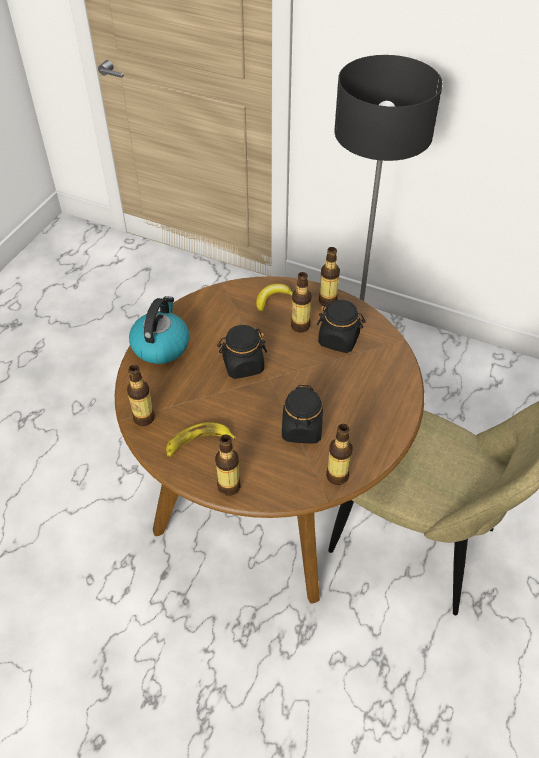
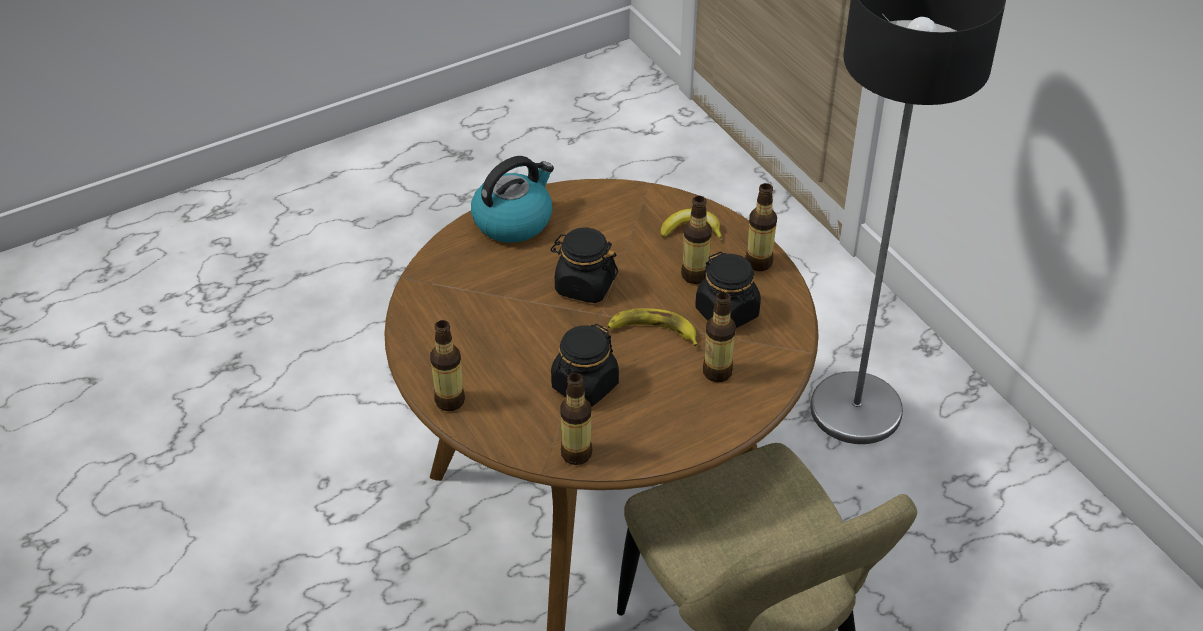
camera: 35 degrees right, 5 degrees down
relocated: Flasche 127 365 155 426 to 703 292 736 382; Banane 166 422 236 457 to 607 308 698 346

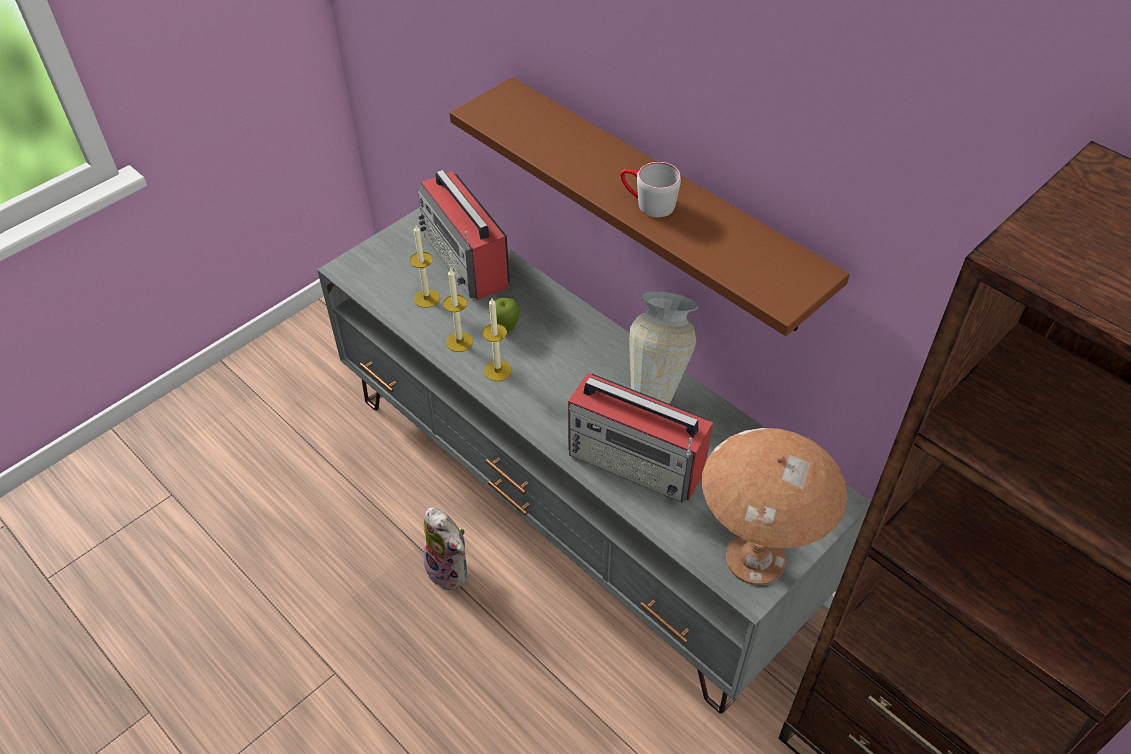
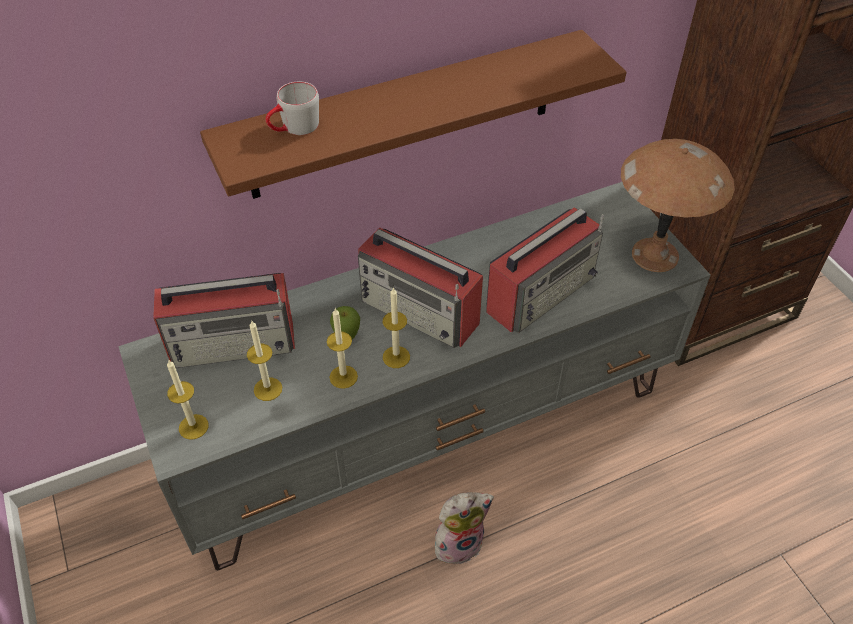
camera: 70 degrees left, 0 degrees up
missing: Vase 629 291 698 404
appeared: Kerze 167 359 209 440; Radio 358 227 483 348
relocated: Henkelbecher (grau) 620 162 681 218 to 266 82 319 135

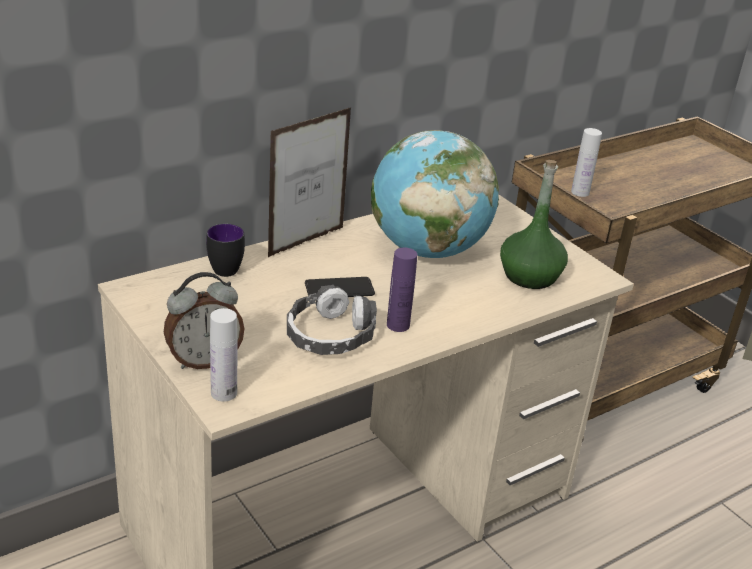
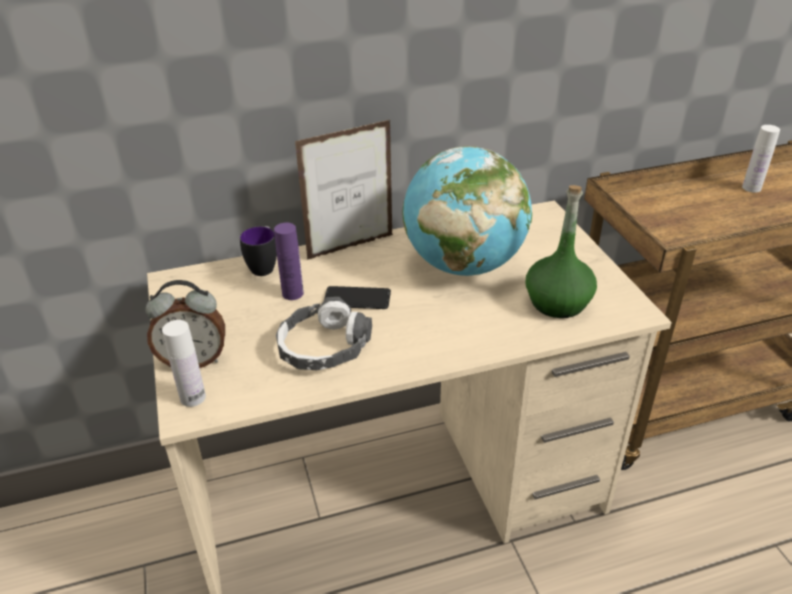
camera: 20 degrees right, 5 degrees up
relocated: Flasche (lila) 387 248 417 332 to 274 223 304 300; Flasche (weiß) 571 128 602 197 to 742 125 780 193

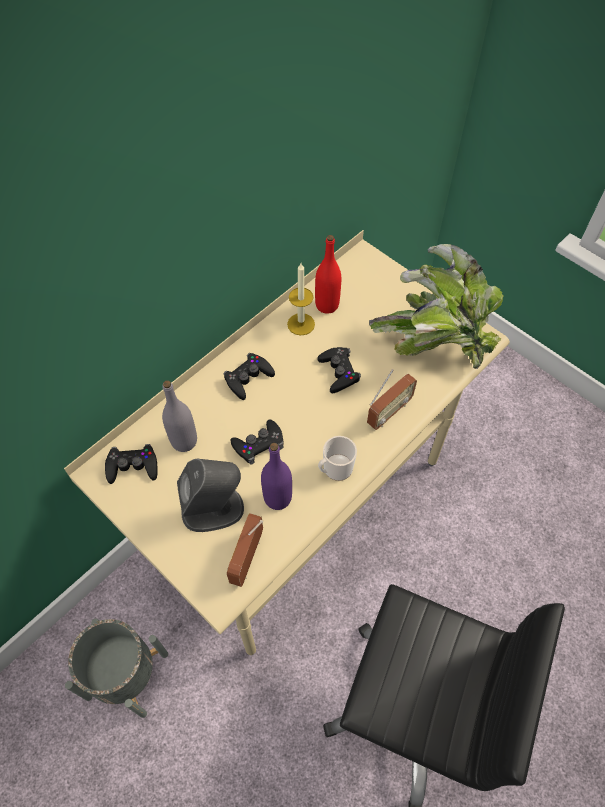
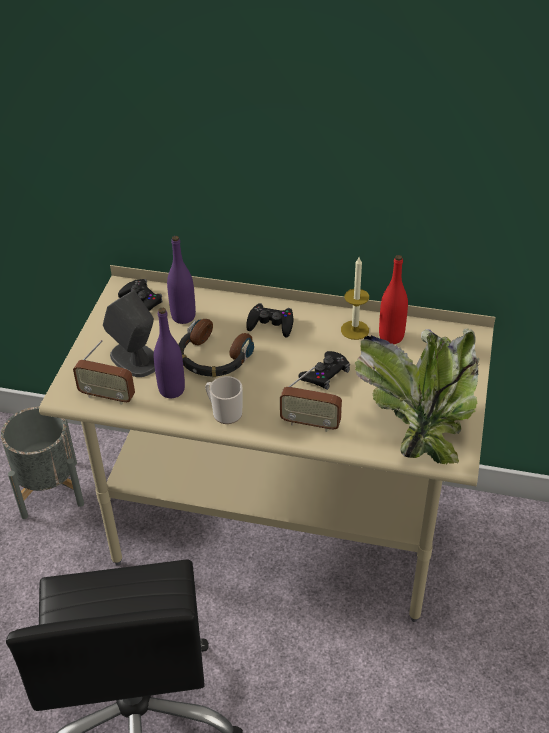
camera: 60 degrees right, 15 degrees down
exchanged: Gamepad (schwarz) 230 419 284 465 to Kopfhörer 179 319 254 377
colour: Flasche (grau) 162 380 197 452 to Flasche (lila) 167 236 196 324
spun: Radio 227 513 263 587 = 73 340 135 405 150 degrees counterclockwise

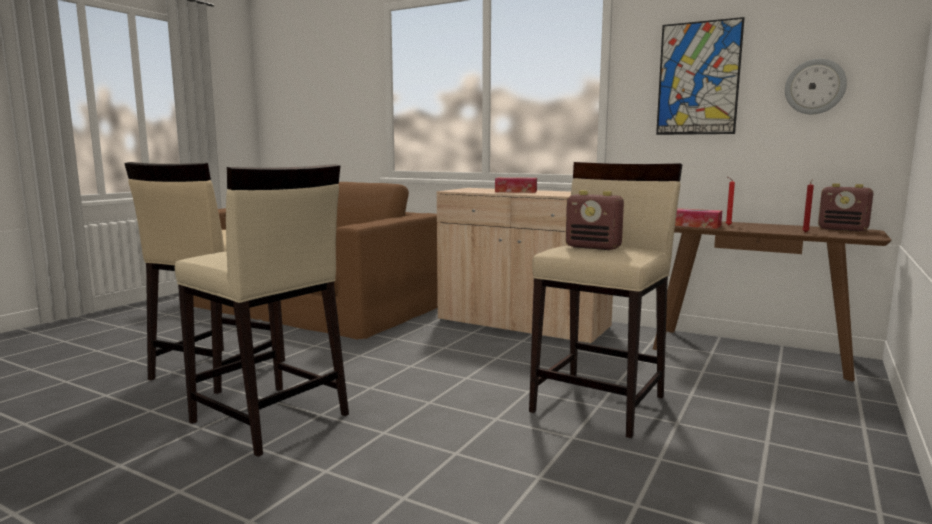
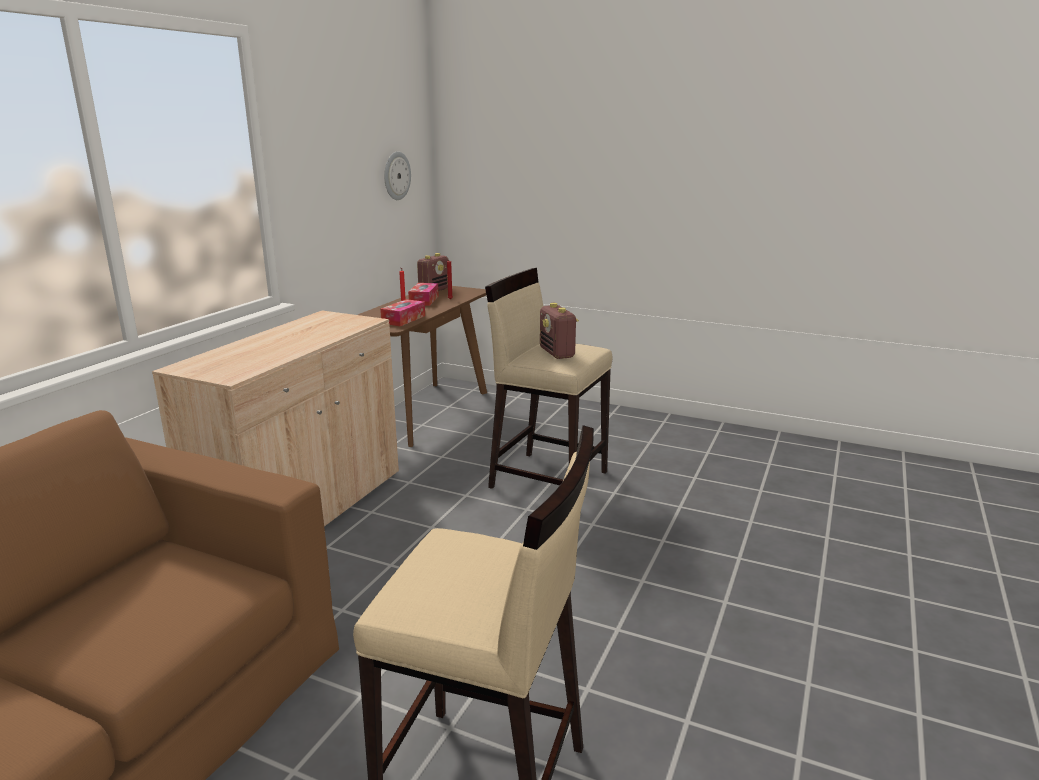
camera: 95 degrees left, 10 degrees up
missing: Hocker (beige) 175 164 349 457; Bild 656 17 745 135
relocated: Taschentuchbox 495 177 537 193 to 408 283 439 306
spun: Radio 566 190 624 250 = 540 303 579 359 135 degrees clockwise

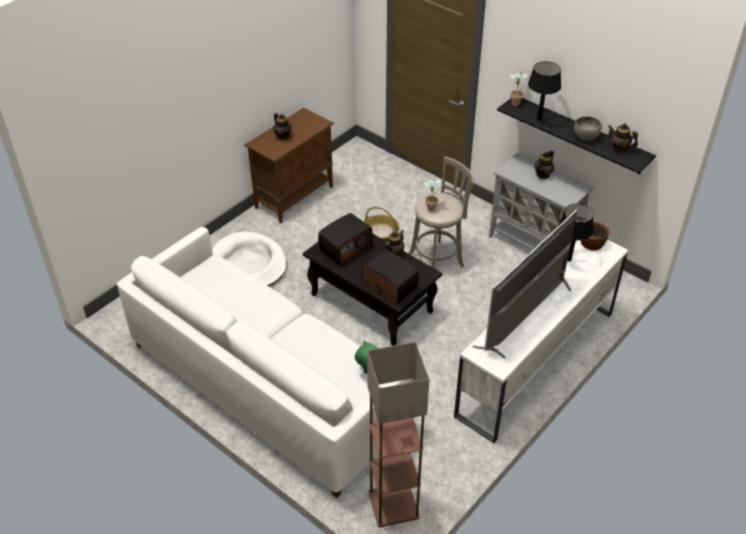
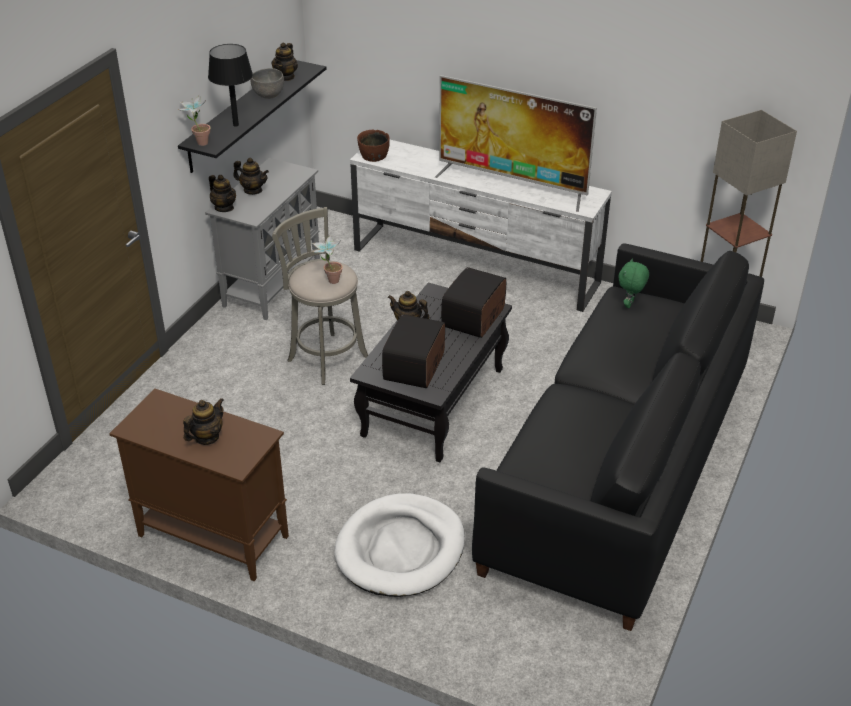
camera: 105 degrees left, 5 degrees down
missing: Korb 364 207 399 240; Tischlampe (schwarz) 558 204 594 262
appeared: Teekanne 209 175 236 212
colour: Sofa (weiß) 117 227 415 498 to Sofa (schwarz) 472 243 764 631
spun: Radio 318 213 373 266 = 382 314 445 388 105 degrees counterclockwise

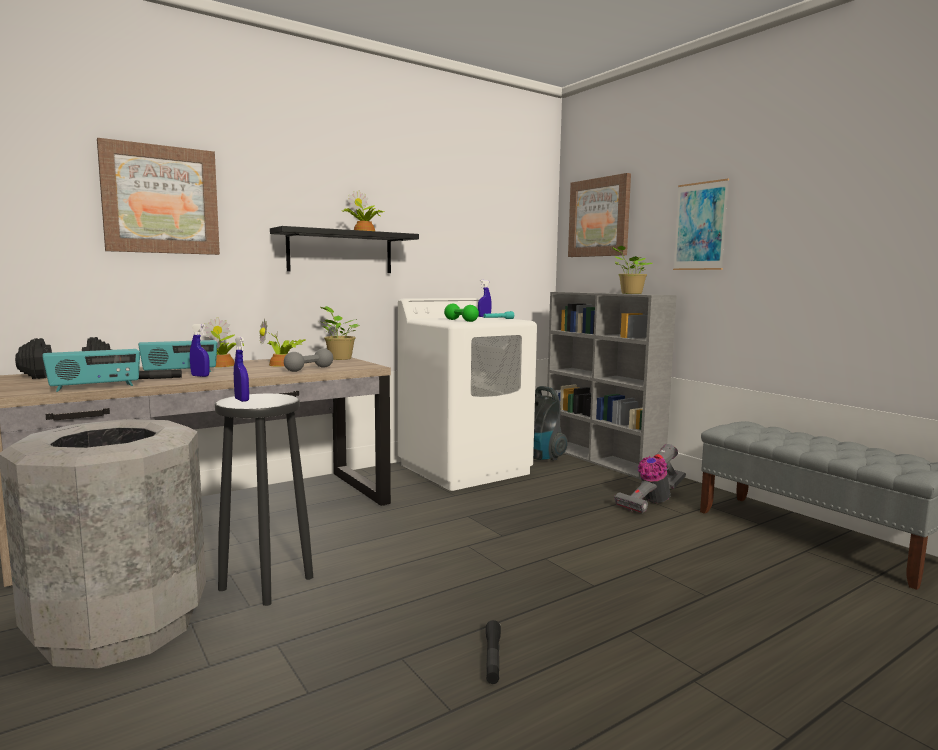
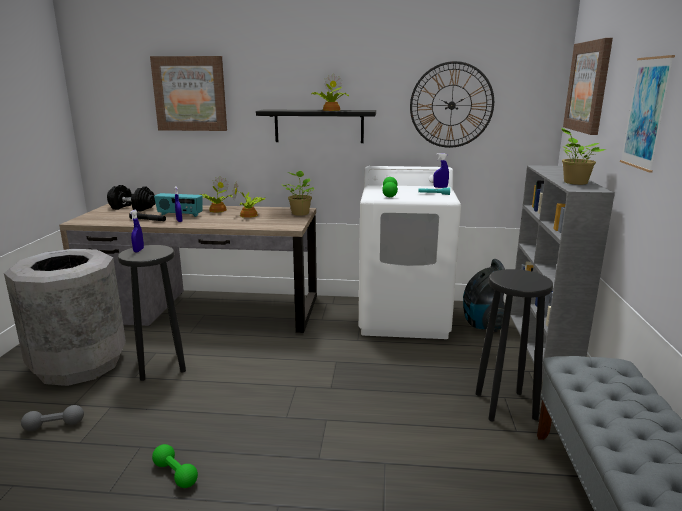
camera: 40 degrees right, 10 degrees up
missing: Radio 42 349 140 392
appeared: Wanduhr 410 61 494 148
relocated: Hantel (grau) 284 348 333 372 to 21 405 84 431
exchanged: Taschenlampe (schwarz) 486 620 501 684 to Hantel (grün) 152 444 198 488; Staubsauger 614 444 686 513 to Hocker (schwarz) 476 269 553 422

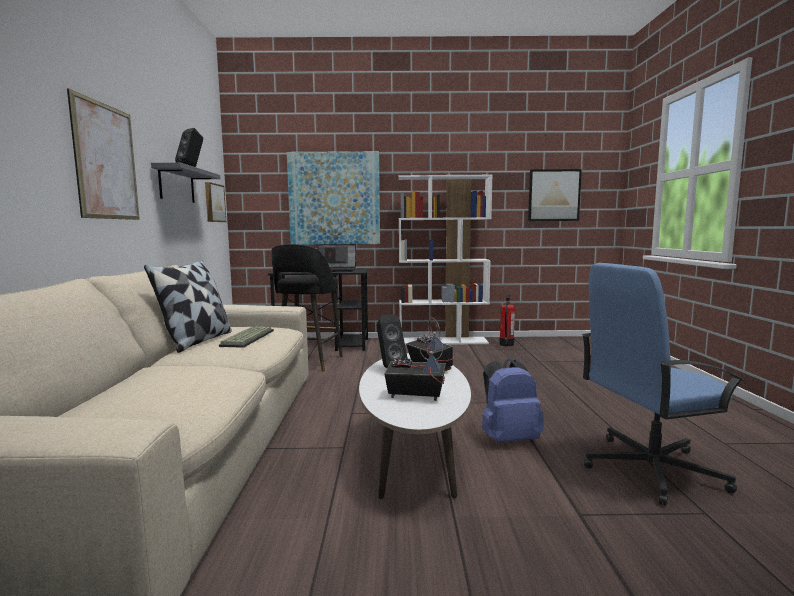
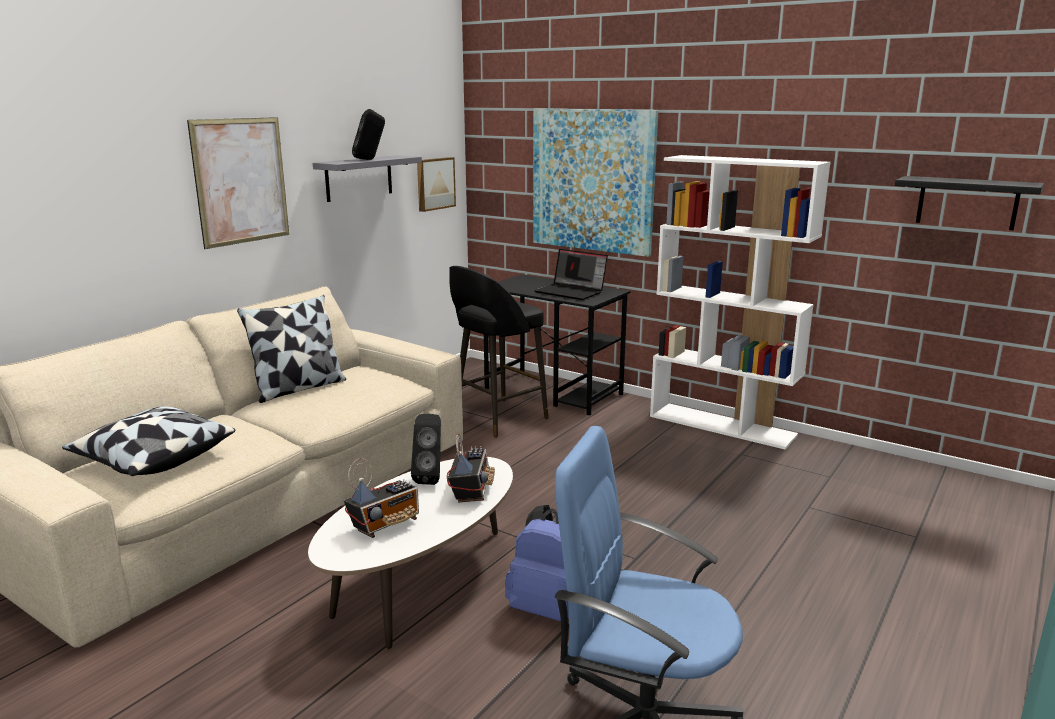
camera: 35 degrees right, 10 degrees up
missing: Tastatur 219 326 274 348; Feuerlöscher 500 293 515 346
appeared: Kissen 62 406 235 476
exchanged: Bild 528 169 582 221 to Wandregal (schwarz) 895 176 1044 230
spun: Radio 384 335 446 401 = 344 458 419 538 90 degrees clockwise

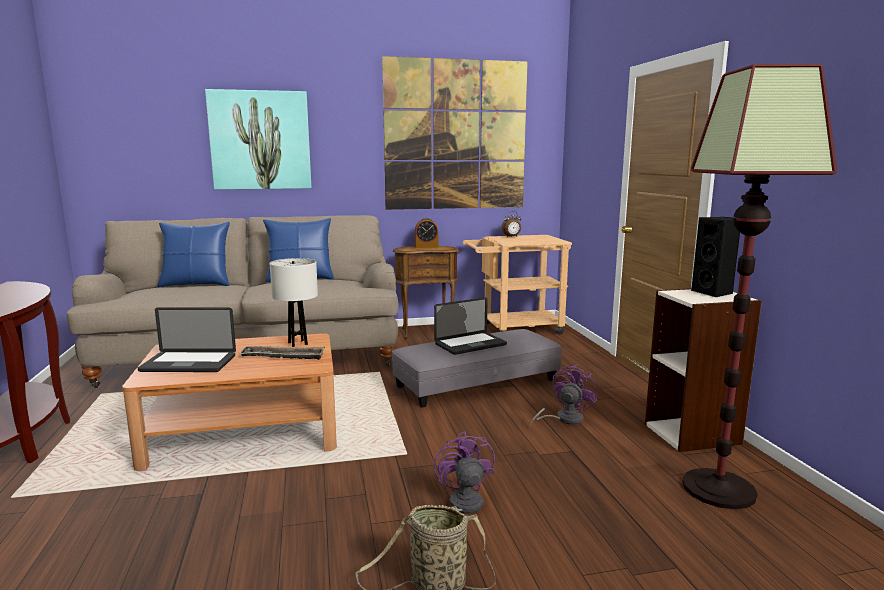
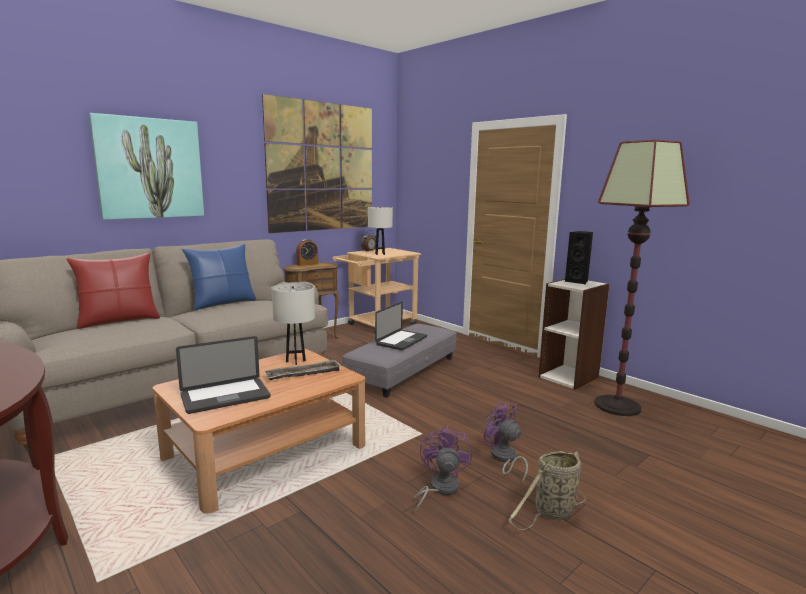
camera: 30 degrees left, 0 degrees up
appeared: Tischlampe (weiß) 368 207 393 255
relocated: Ventilator (lila) 529 364 597 426 to 413 426 473 513
colour: Kissen (blau) 157 222 230 287 to Kissen (rot) 67 253 160 329

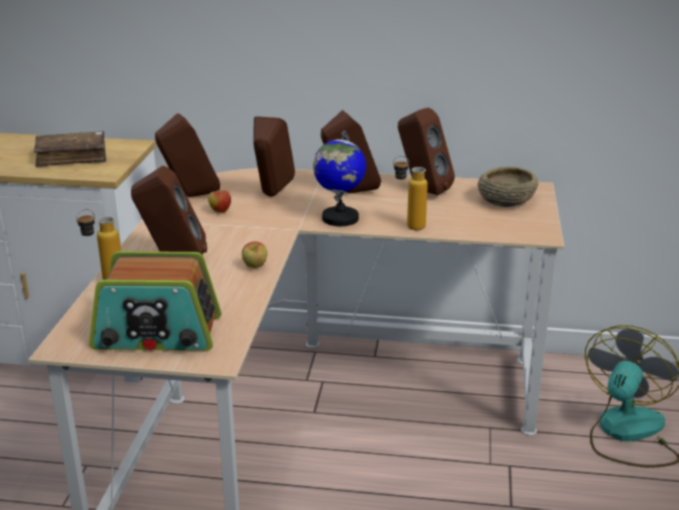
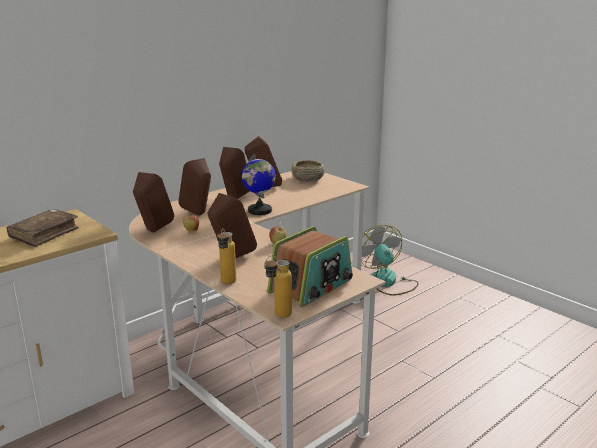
camera: 50 degrees left, 5 degrees down
relocated: Flasche 393 156 428 230 to 264 255 292 318

